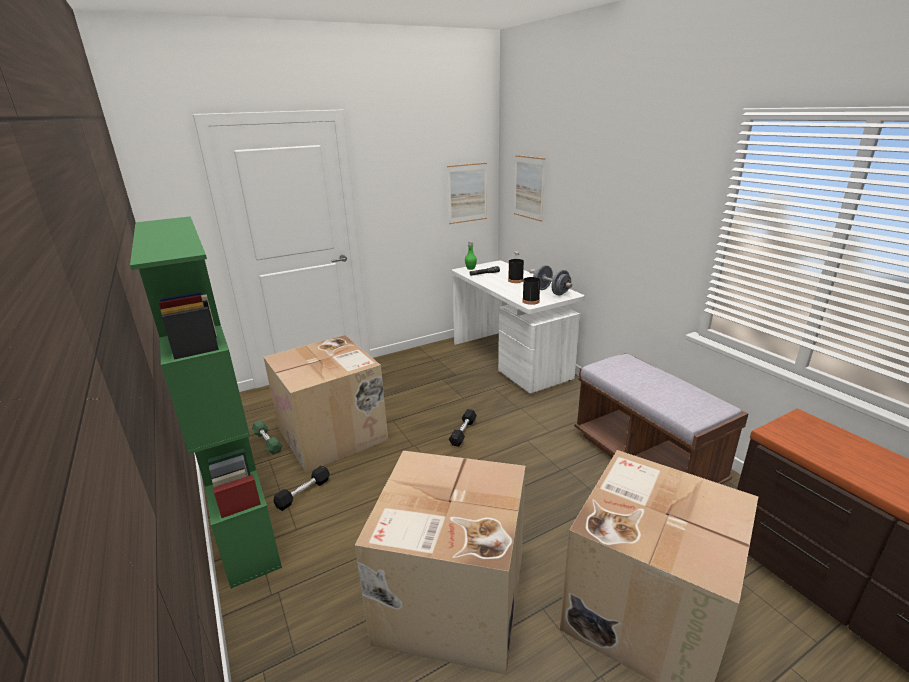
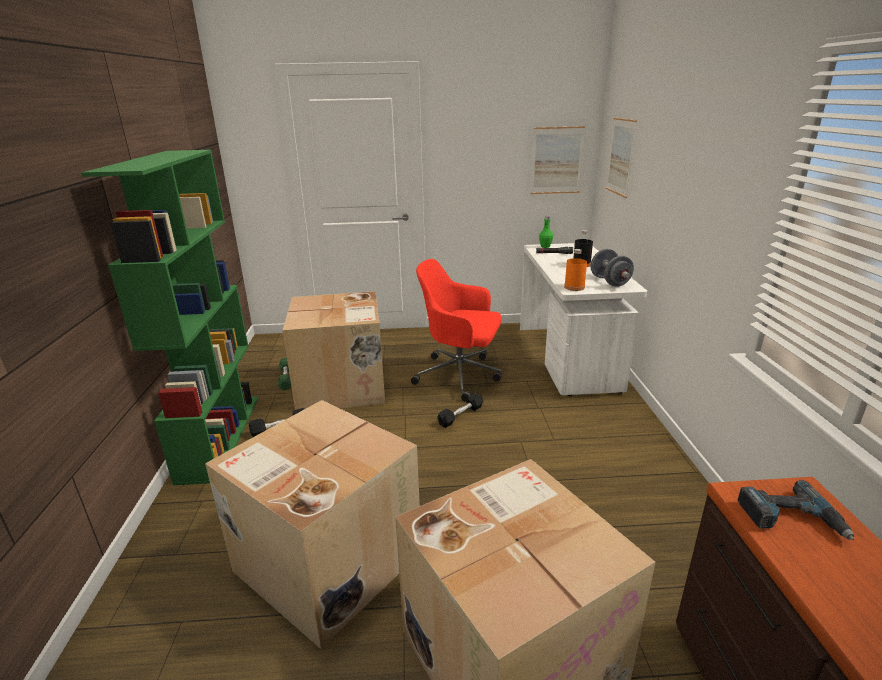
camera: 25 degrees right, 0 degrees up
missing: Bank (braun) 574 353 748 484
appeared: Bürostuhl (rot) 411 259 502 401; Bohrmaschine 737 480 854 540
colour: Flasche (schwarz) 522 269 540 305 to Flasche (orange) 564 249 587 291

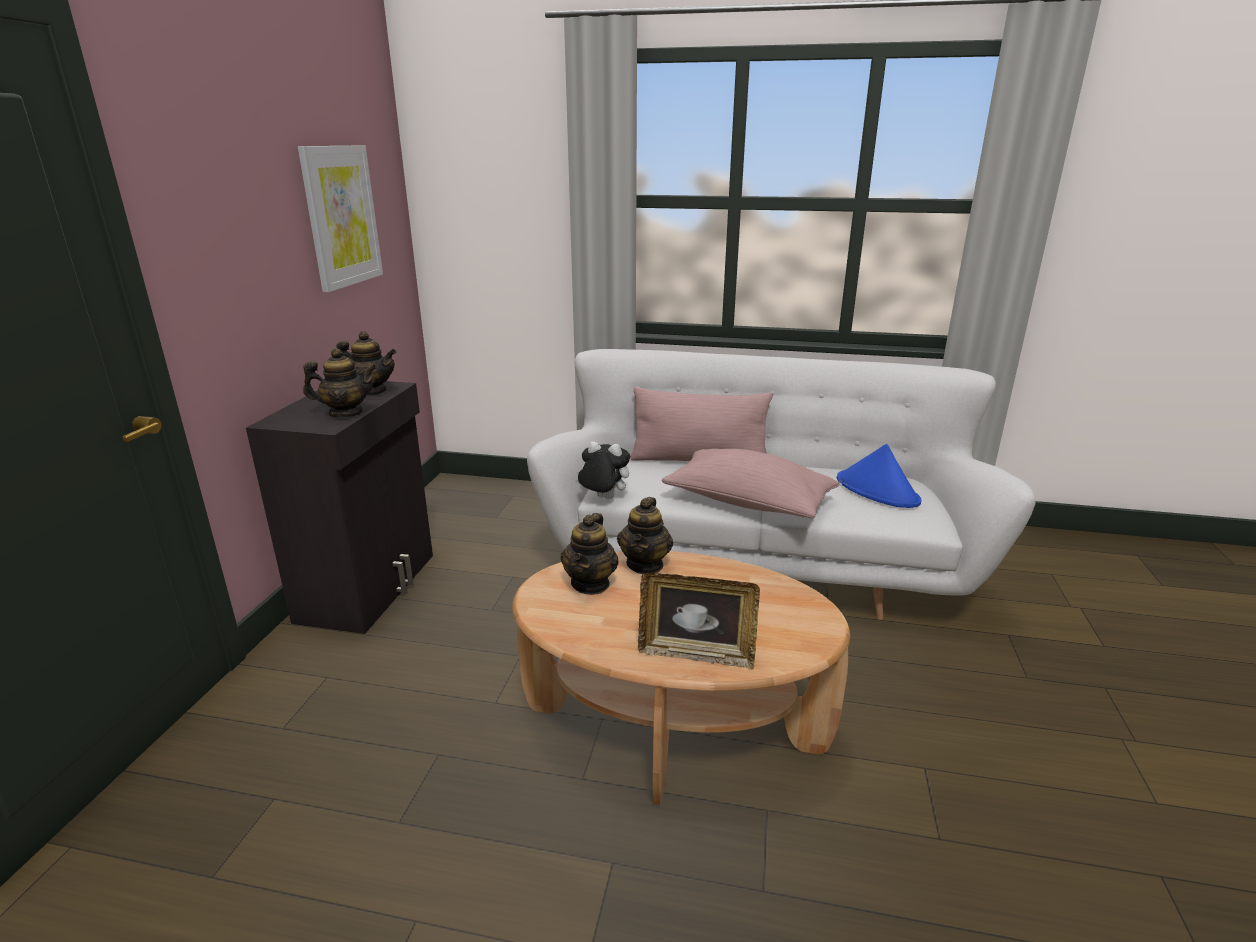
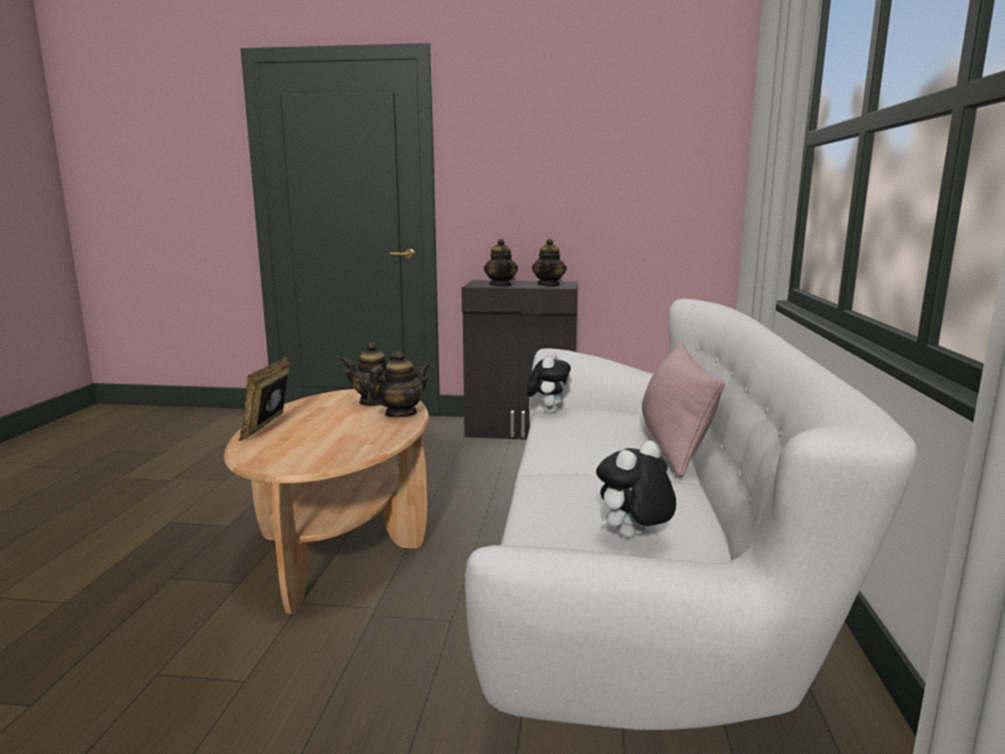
camera: 85 degrees right, 10 degrees down
missing: Bild 298 146 383 292; Kissen (rosa) 662 449 839 518
exchanged: Hut (blau) 837 444 921 508 to Plüschtier 596 441 676 538
spun: Teekanne 617 497 673 574 = 367 351 430 417 135 degrees clockwise

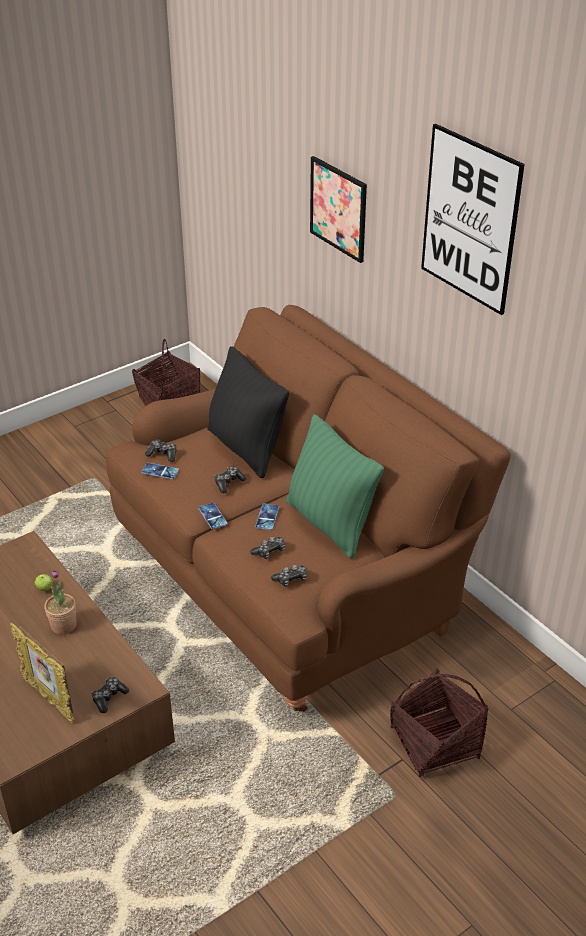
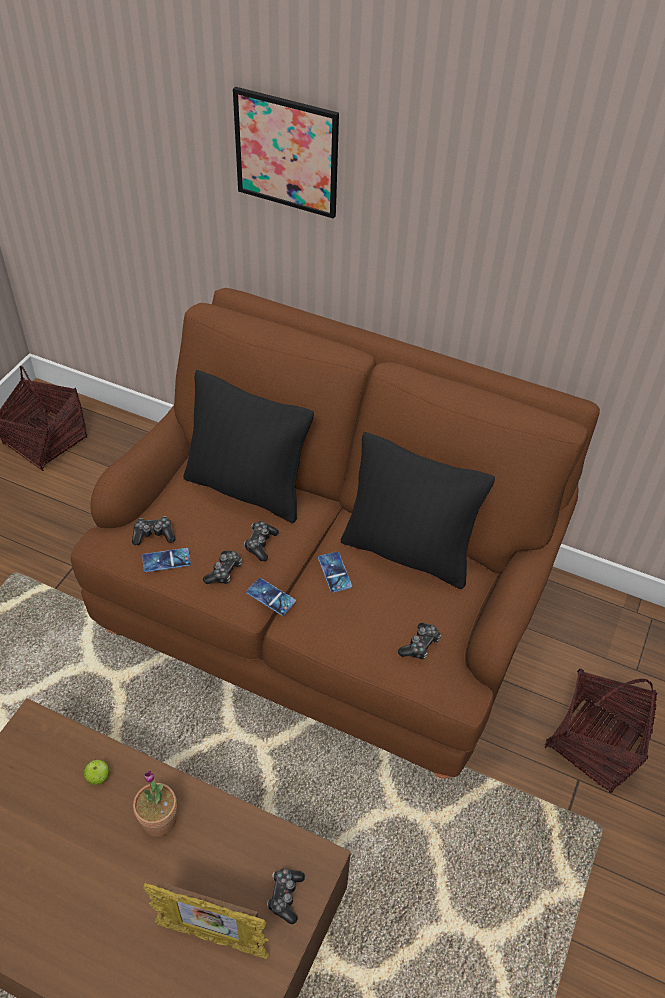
camera: 30 degrees left, 10 degrees up
missing: Bild 421 124 525 315
relocated: Gamepad 250 537 285 559 to 203 551 242 584
colour: Kissen (grün) 286 414 384 558 to Kissen (schwarz) 341 432 495 589

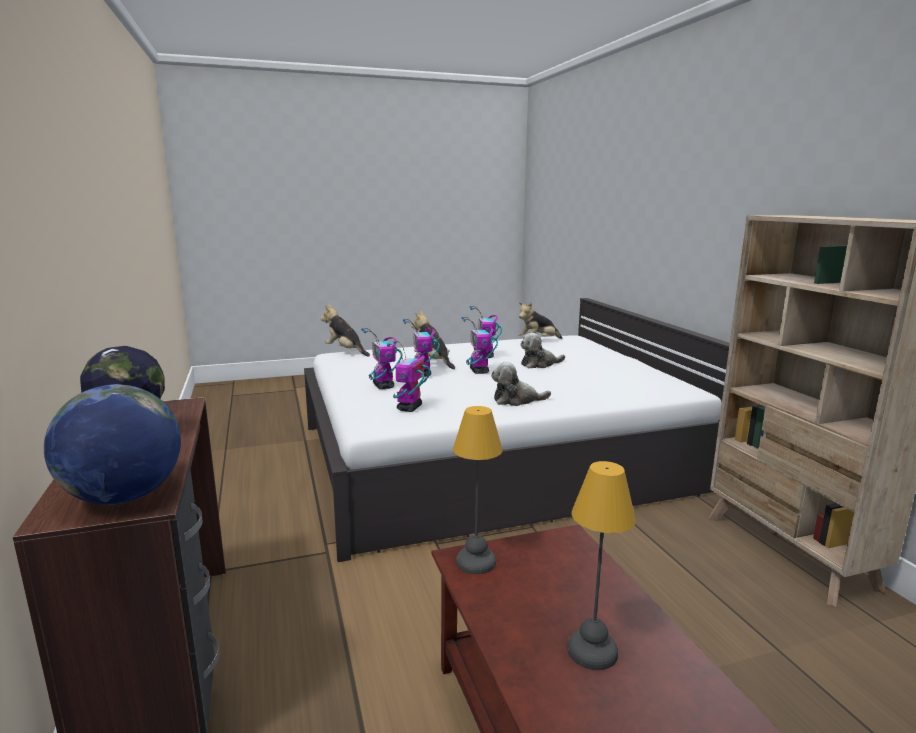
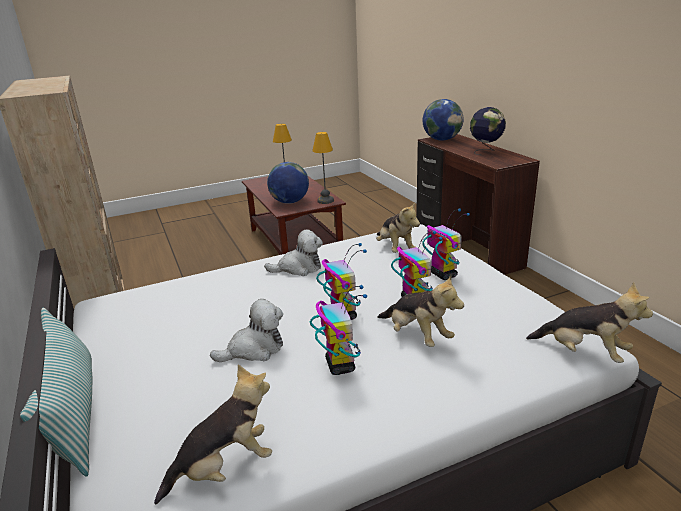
camera: 175 degrees right, 10 degrees up
appeared: Kissen 20 307 92 477; Globus 267 162 309 204
exchanged: Spielzeugroboter 387 341 431 412 to Plüschtier 376 202 420 253

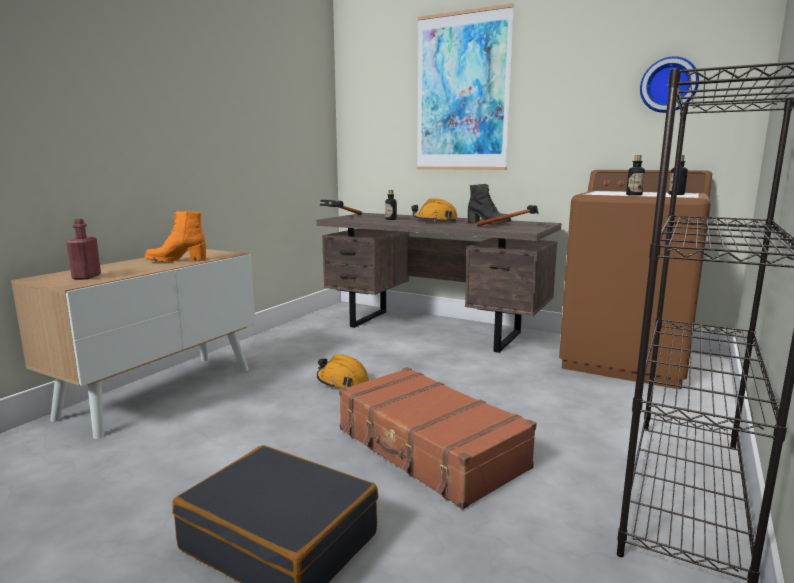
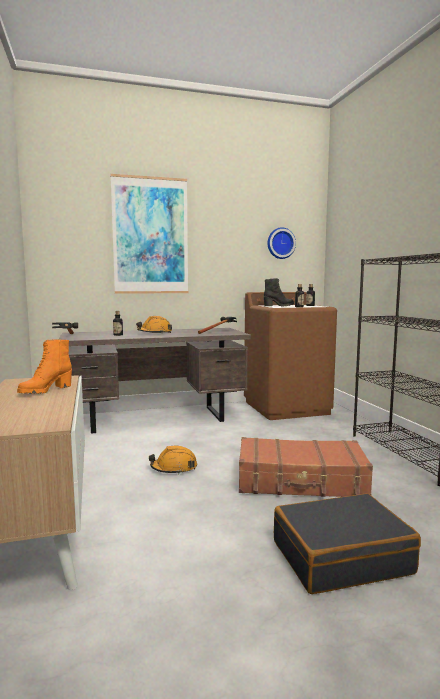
camera: 45 degrees left, 5 degrees down
missing: Flasche (rot) 66 219 101 280
relocated: Stiefel (schwarz) 468 184 511 224 to 264 278 294 306

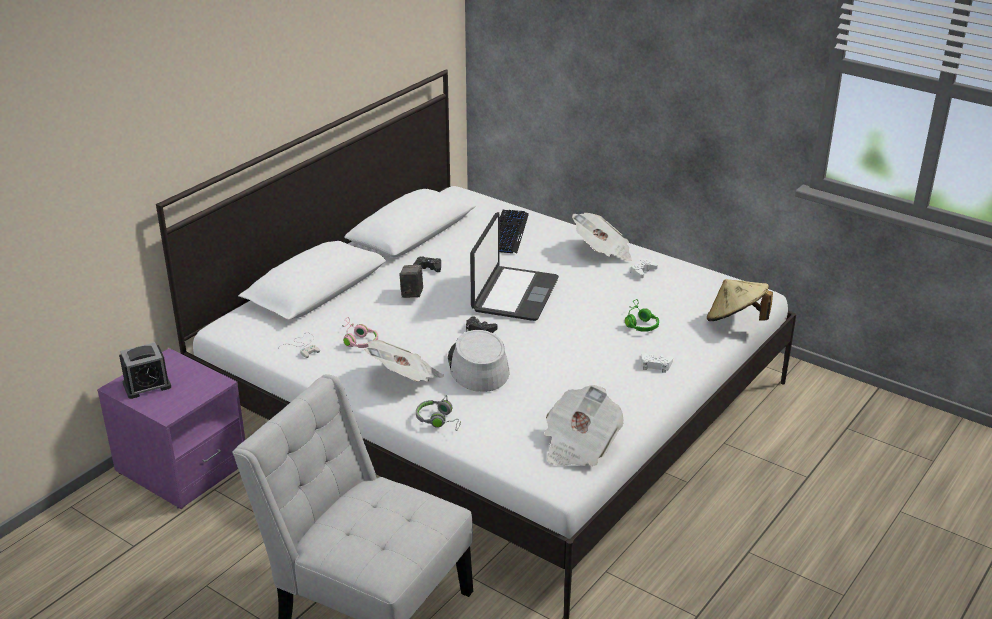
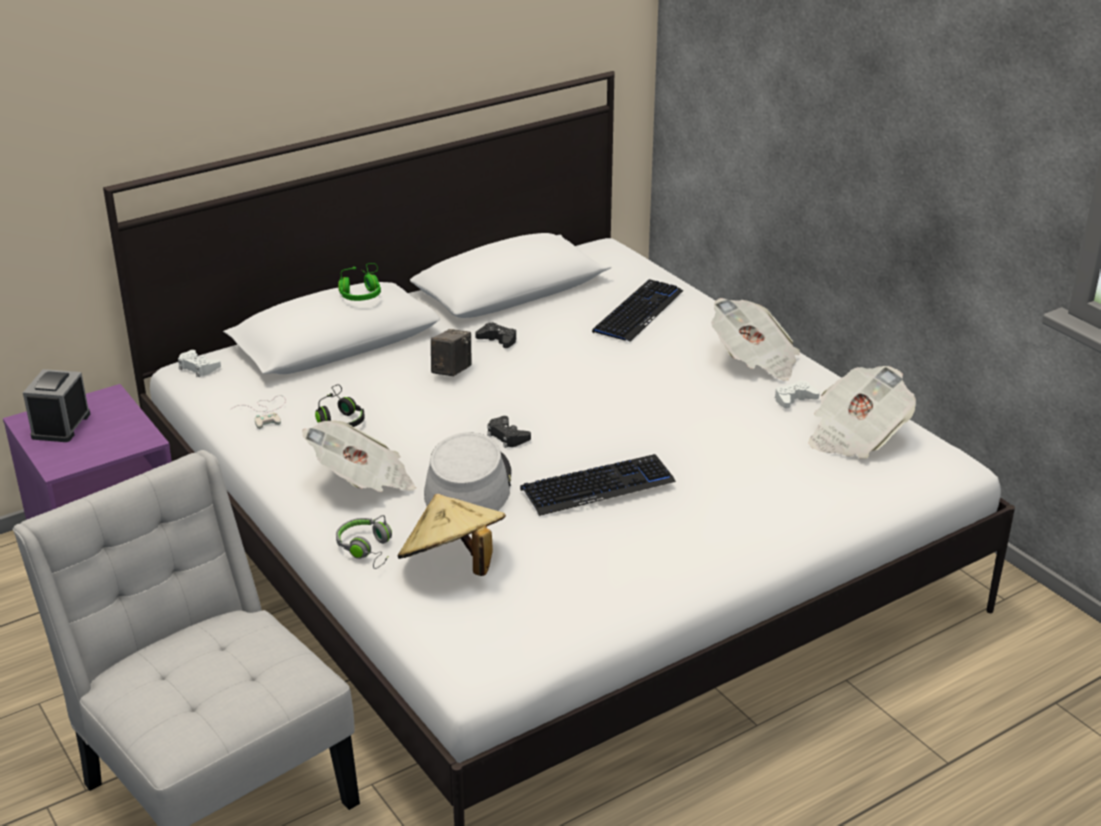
camera: 20 degrees right, 0 degrees up
missing: Laptop 470 212 559 321
appeared: Tastatur 520 454 676 516
relocated: Zeitung 544 385 624 466 to 808 366 916 459; Kopfhörer (grün) 625 299 659 332 to 338 263 381 301; Gamepad (weiß) 641 352 673 373 to 178 350 221 377; Hut (beige) 707 279 773 321 to 397 494 506 576
colour: Kopfhörer (rosa) 343 317 378 348 to Kopfhörer (schwarz) 315 384 365 427
spun: Wecker 119 343 171 399 = 23 369 90 442 105 degrees clockwise

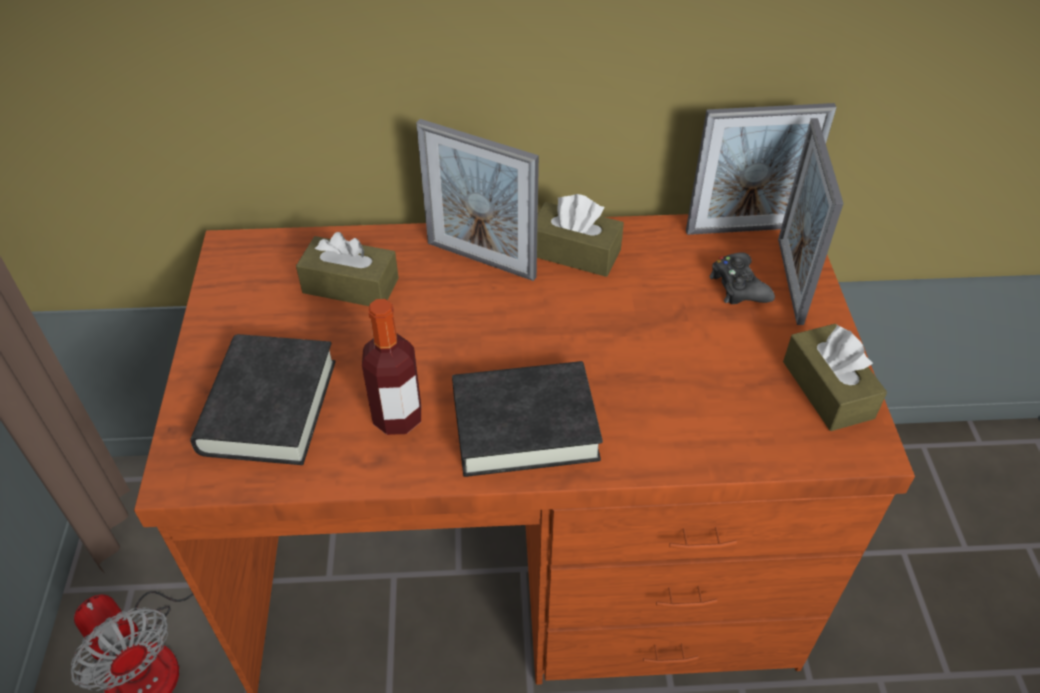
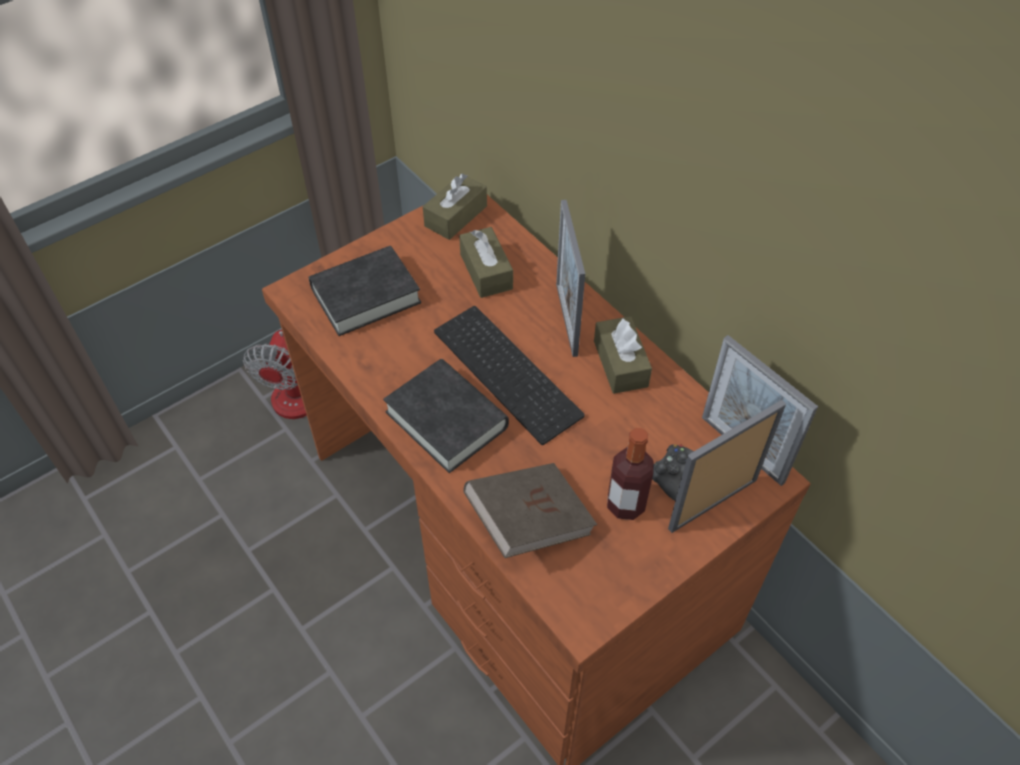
camera: 55 degrees right, 5 degrees up
appeared: Tastatur 434 306 584 445; Buch (braun) 463 463 597 558
relocated: Flasche 362 299 421 435 to 607 428 653 520; Taschentuchbox (braun) 783 324 887 431 to 423 173 487 240

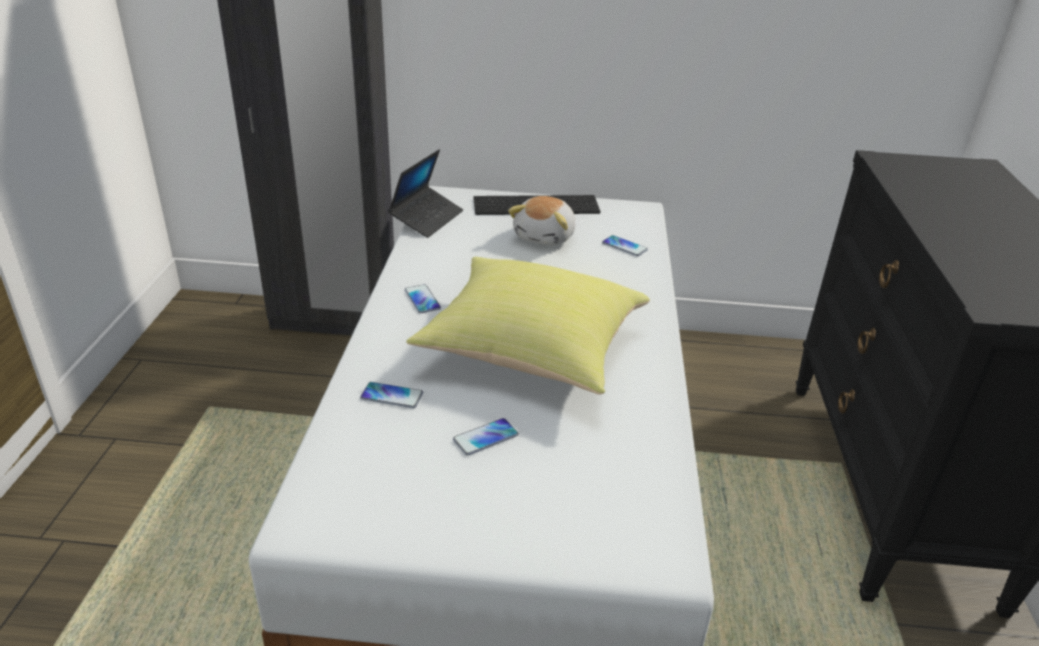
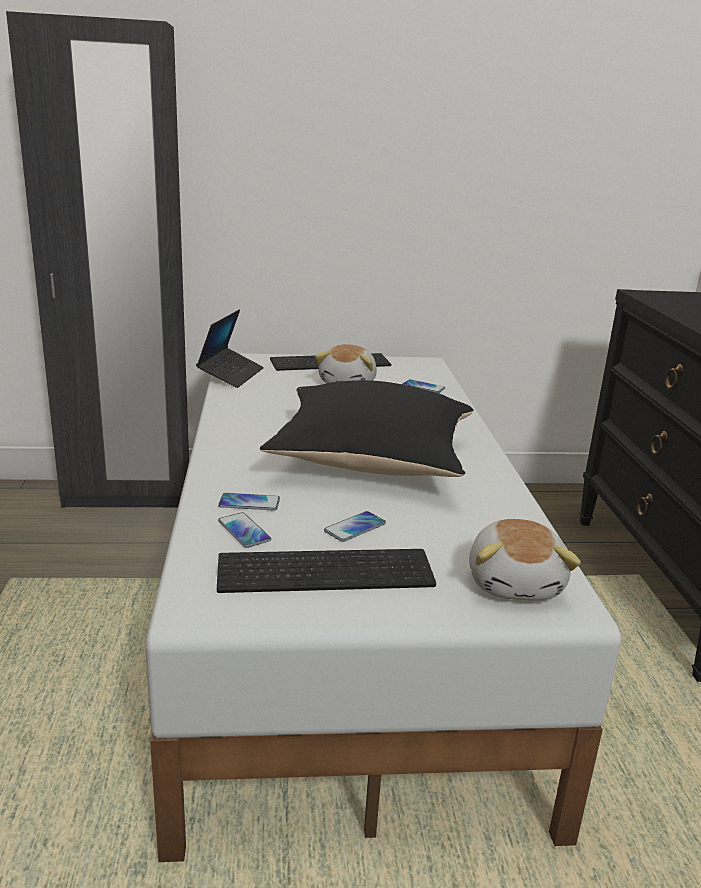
camera: 10 degrees left, 10 degrees down
appeared: Tastatur 217 549 436 593; Plüschtier 469 519 581 600
relocated: Handy 405 284 441 313 to 218 512 271 548
colour: Kissen (gelb) 406 257 650 394 to Kissen (schwarz) 260 380 474 477

